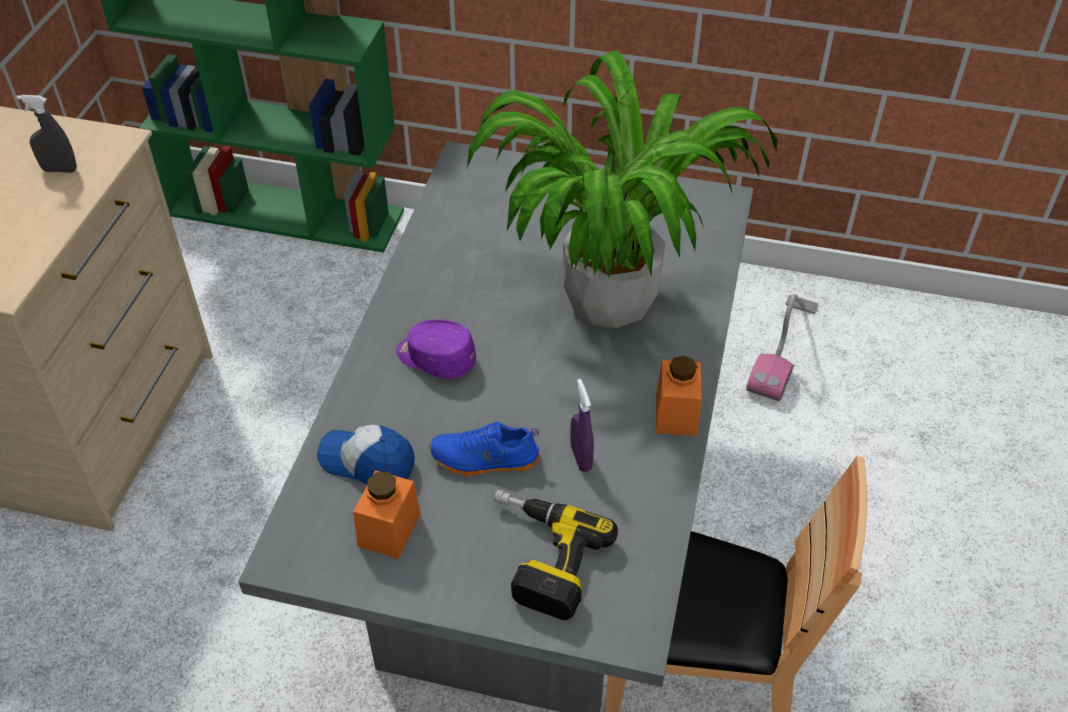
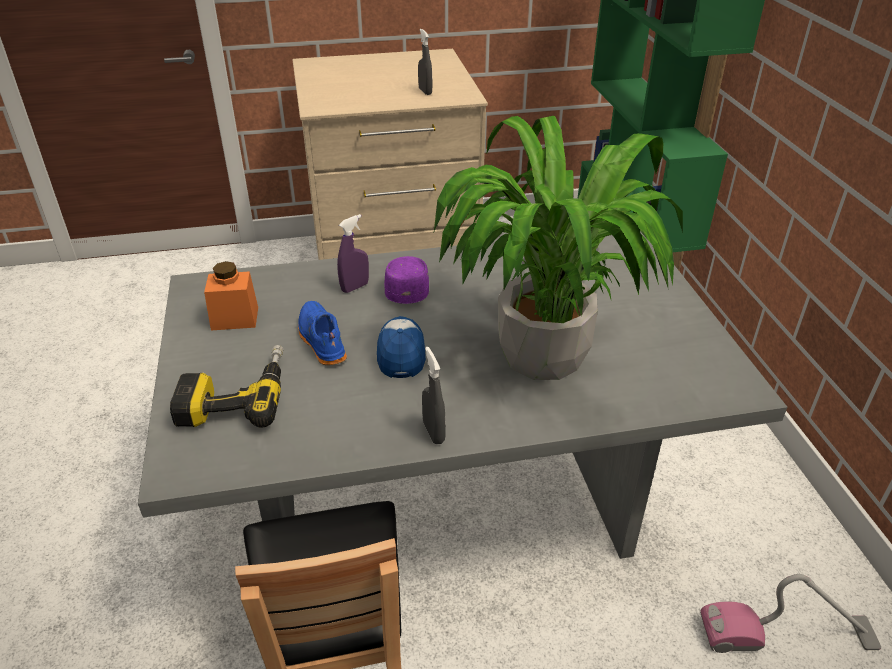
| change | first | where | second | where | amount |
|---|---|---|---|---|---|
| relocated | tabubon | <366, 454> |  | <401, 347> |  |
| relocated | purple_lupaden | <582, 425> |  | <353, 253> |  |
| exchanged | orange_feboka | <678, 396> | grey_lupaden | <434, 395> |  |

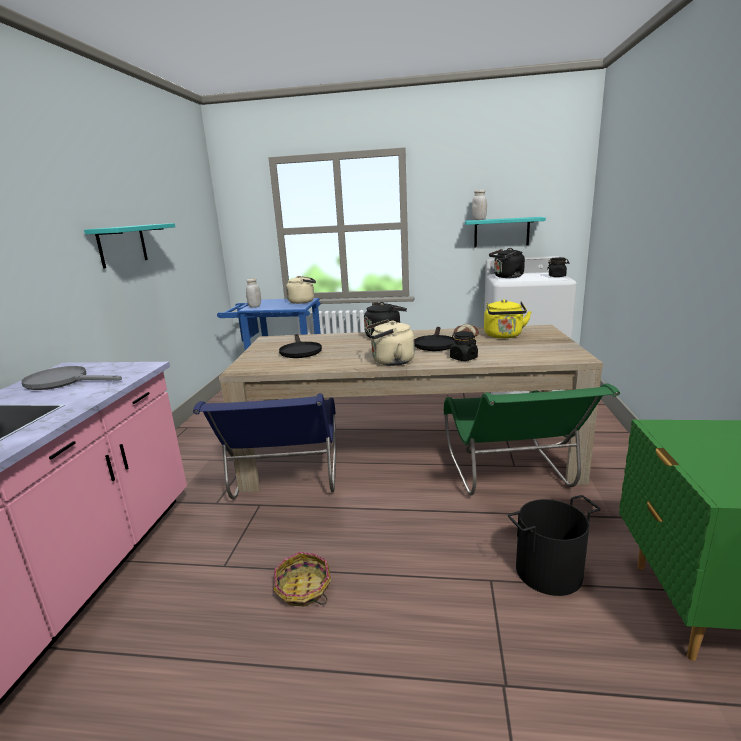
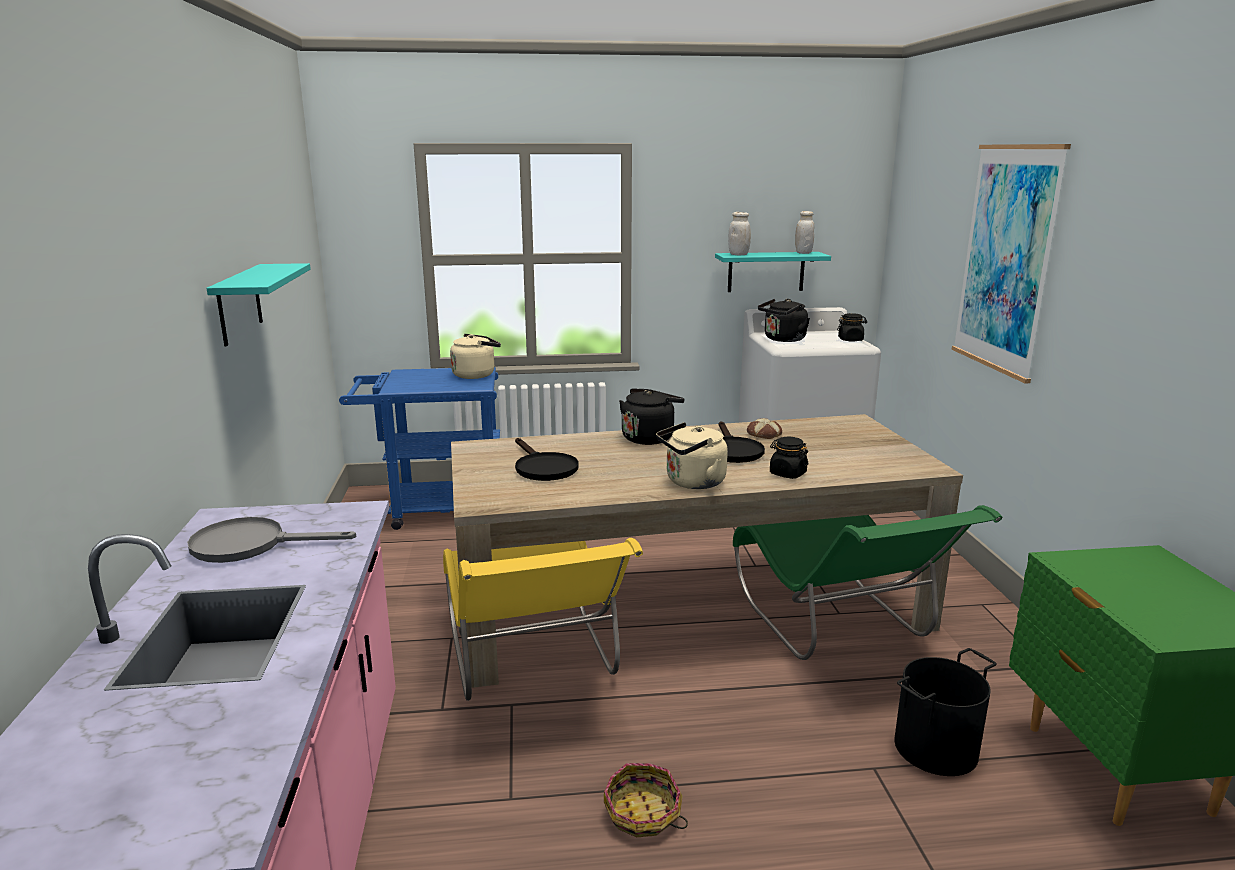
| change | first | where | second | where | amount |
|---|---|---|---|---|---|
| colour | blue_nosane | <264, 446> | yellow_nosane | <543, 619> |  |
| relocated | white_feboka | <253, 292> |  | <804, 232> |  |
| missing | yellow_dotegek | <508, 318> |  |  |  |
| appeared |  |  | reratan | <1011, 263> |  |

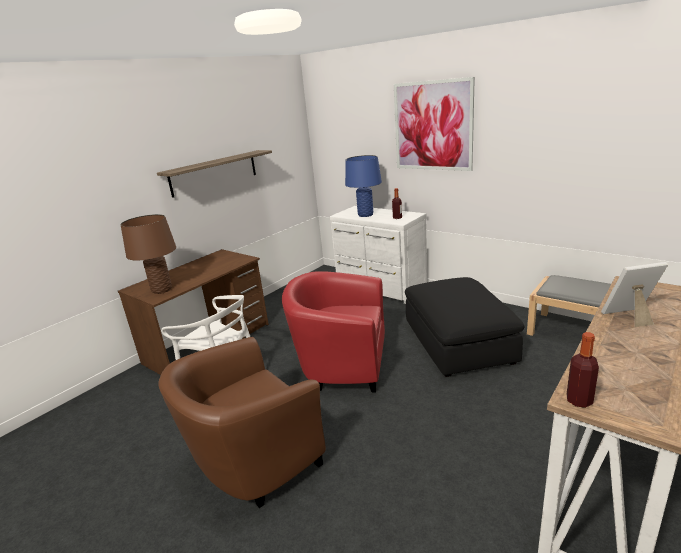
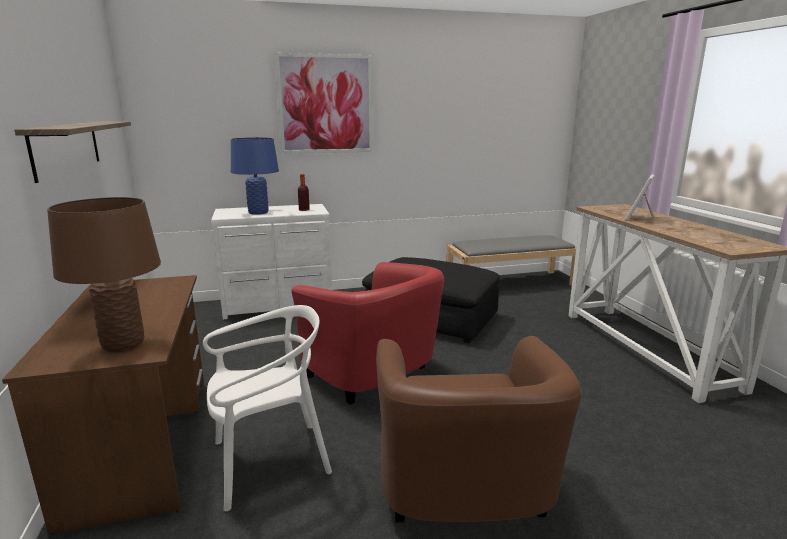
| change | first | where | second | where | amount |
|---|---|---|---|---|---|
| spun | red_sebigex | <333, 332> |  | <368, 333> | 90 degrees counterclockwise |
| missing | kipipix | <582, 370> |  |  |  |

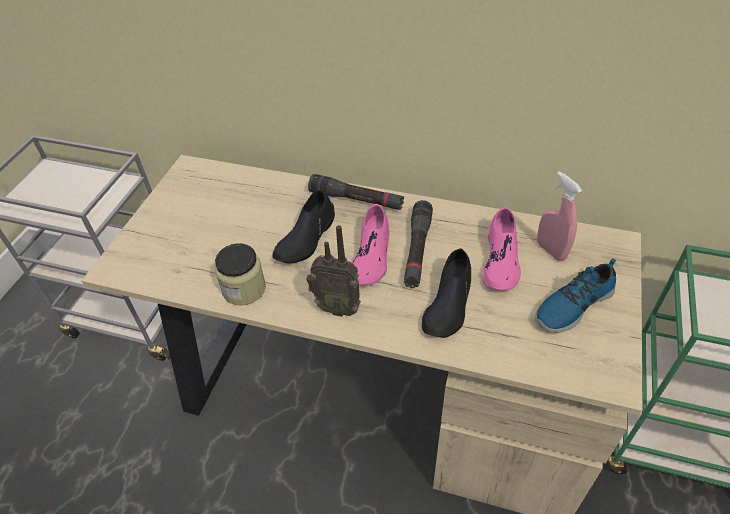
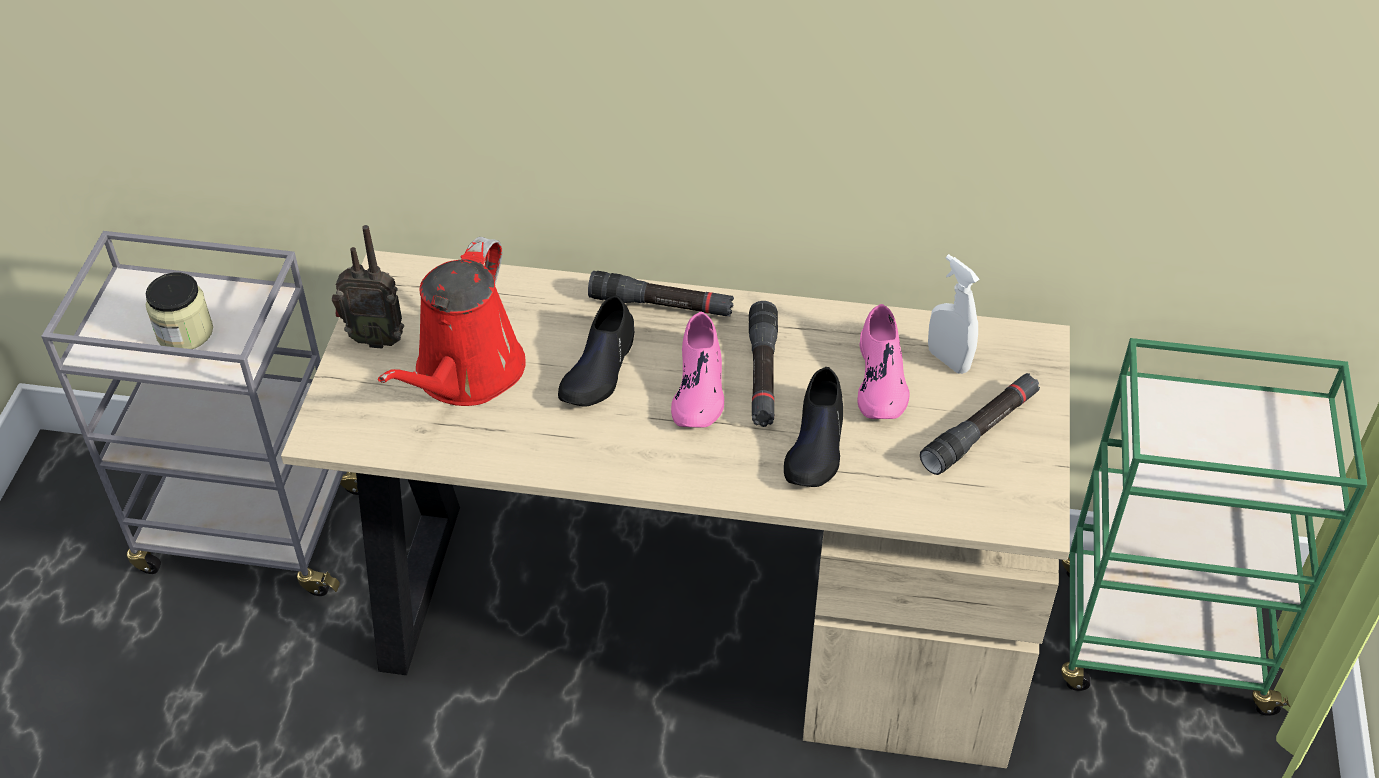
| change | first | where | second | where | amount |
|---|---|---|---|---|---|
| relocated | feboka | <240, 274> |  | <179, 311> |  |
| relocated | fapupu | <333, 271> |  | <368, 287> |  |
| exchanged | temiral | <575, 295> | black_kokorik | <980, 424> |  |
| colour | pink_lupaden | <559, 216> | white_lupaden | <953, 314> |  |
| appeared |  |  | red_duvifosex | <452, 321> |  |

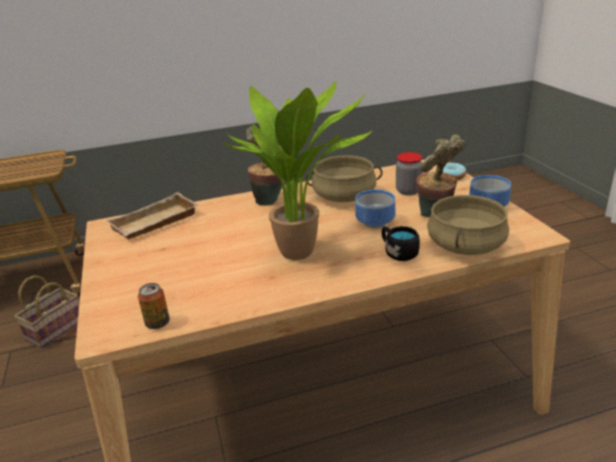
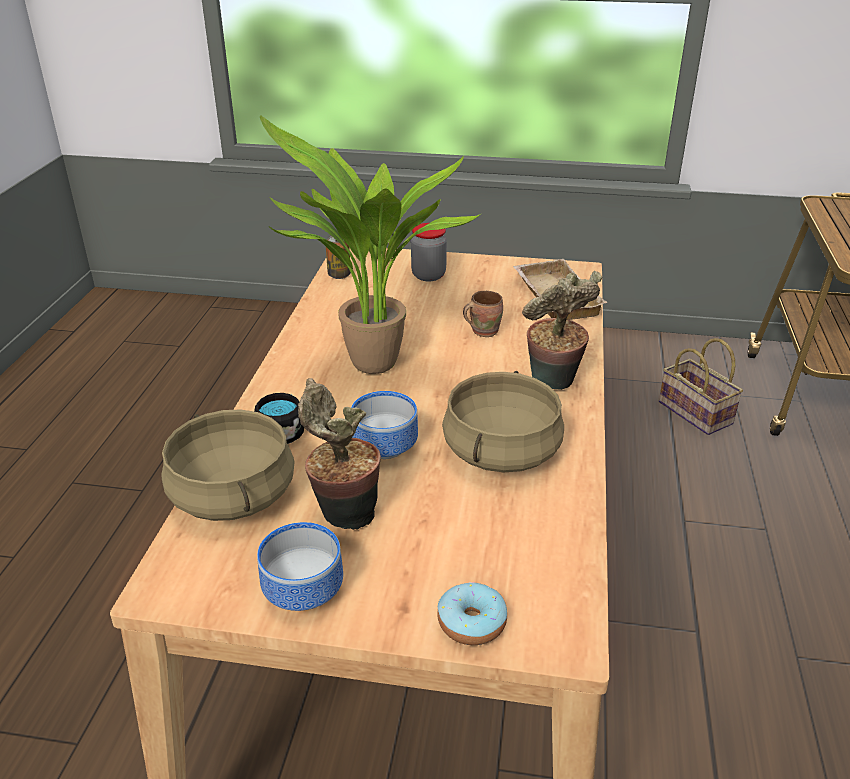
| change | first | where | second | where | amount |
|---|---|---|---|---|---|
| relocated | feboka | <409, 173> |  | <429, 252> |  |
| appeared |  |  | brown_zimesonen | <483, 314> |  |

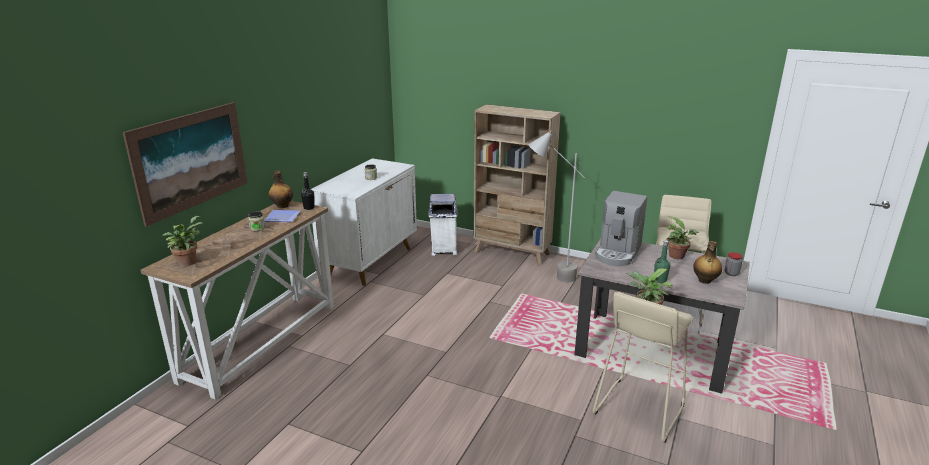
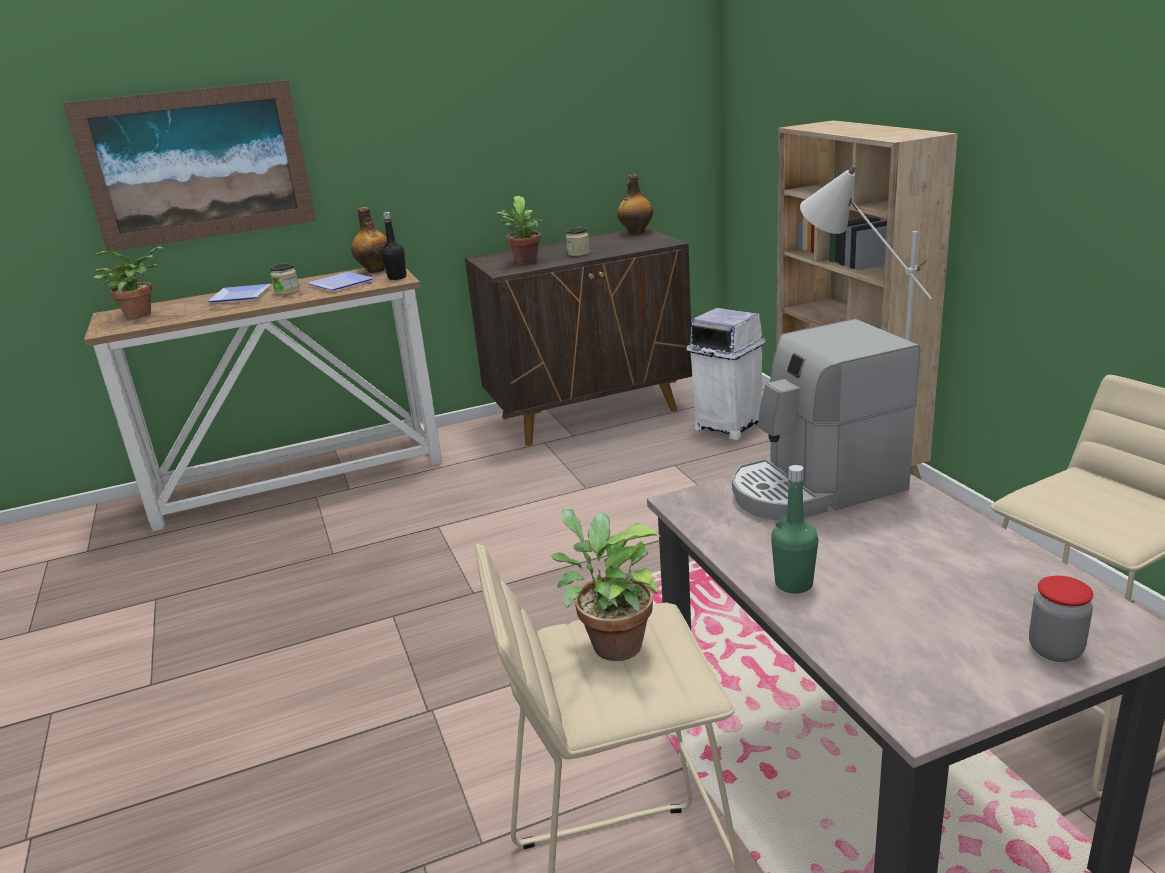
| change | first | where | second | where | amount |
|---|---|---|---|---|---|
| colour | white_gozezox | <364, 222> | brown_gozezox | <578, 336> |  |
| relocated | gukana | <682, 237> |  | <522, 230> |  |
| relocated | kipipix | <707, 262> |  | <635, 204> |  |
| appeared |  |  | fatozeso | <239, 293> |  |

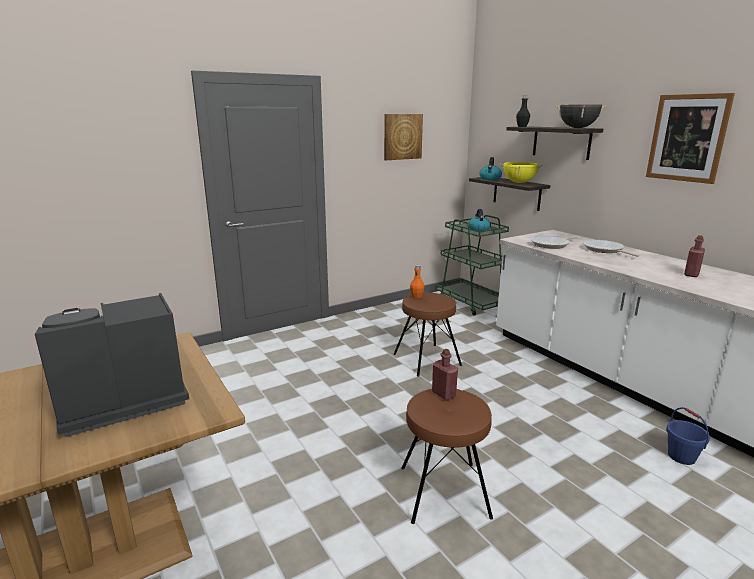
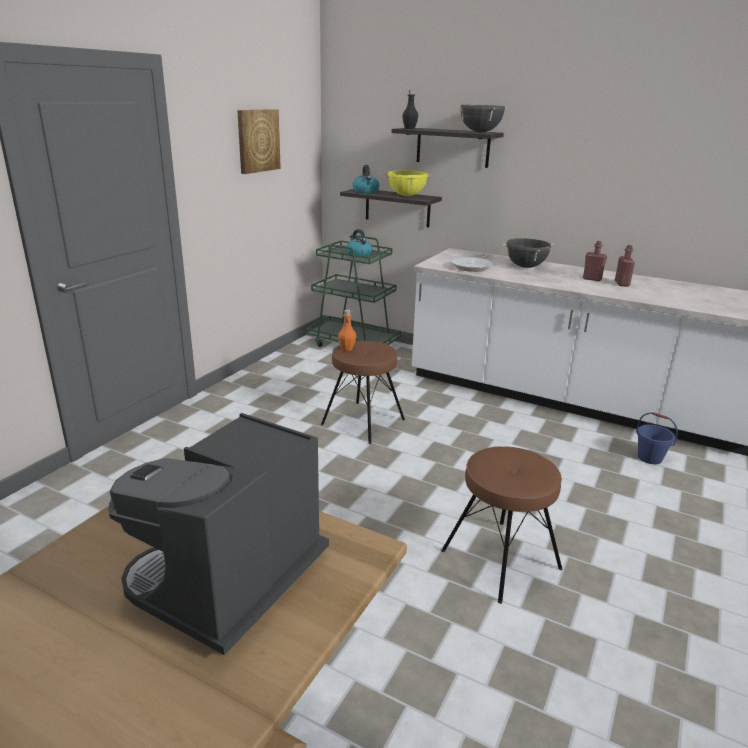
| change | first | where | second | where | amount |
|---|---|---|---|---|---|
| relocated | red_kipipix | <445, 375> |  | <595, 261> |  |
| exchanged | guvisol | <611, 248> | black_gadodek | <529, 253> |  |
| missing | reratan | <690, 138> |  |  |  |

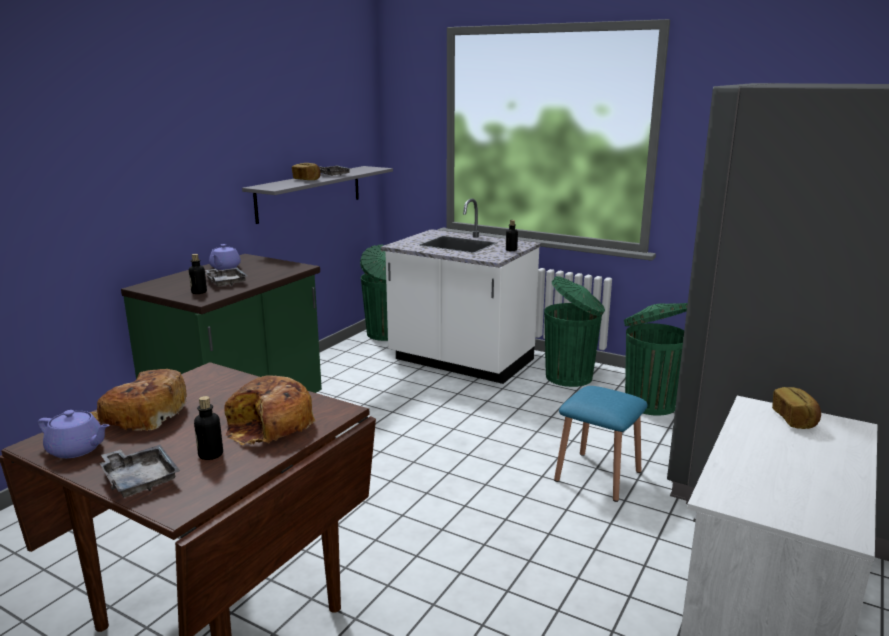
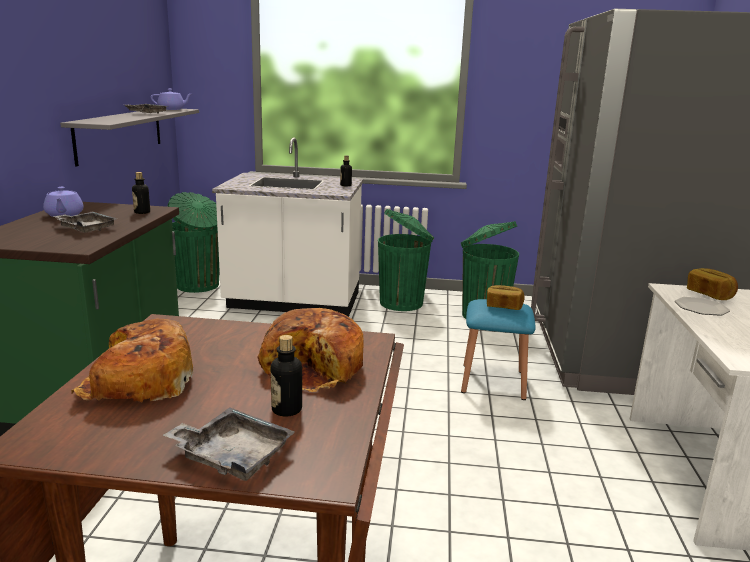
| change | first | where | second | where | amount |
|---|---|---|---|---|---|
| relocated | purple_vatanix | <74, 434> |  | <171, 99> |  |
| relocated | kipipix | <198, 274> |  | <141, 193> |  |
| relocated | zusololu | <306, 171> |  | <506, 297> |  |
| appeared |  |  | fatozeso | <702, 306> |  |

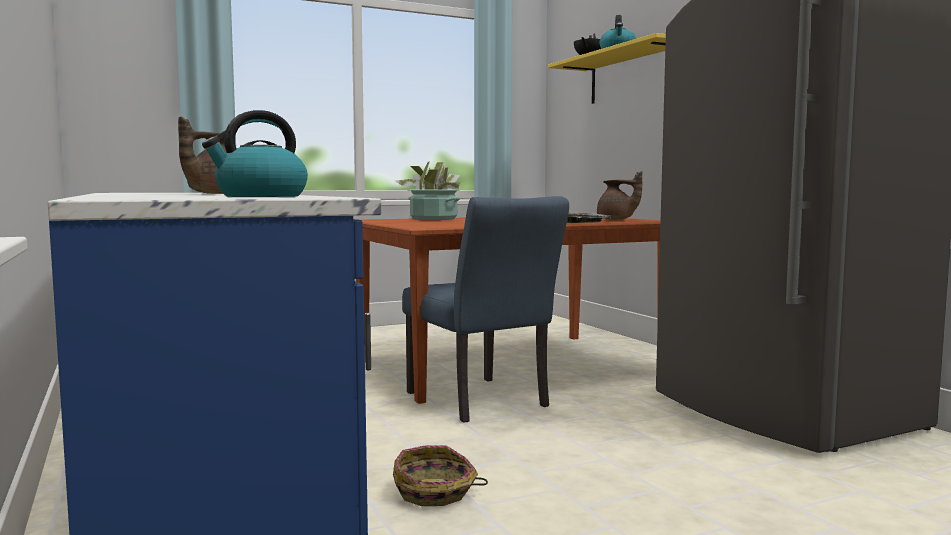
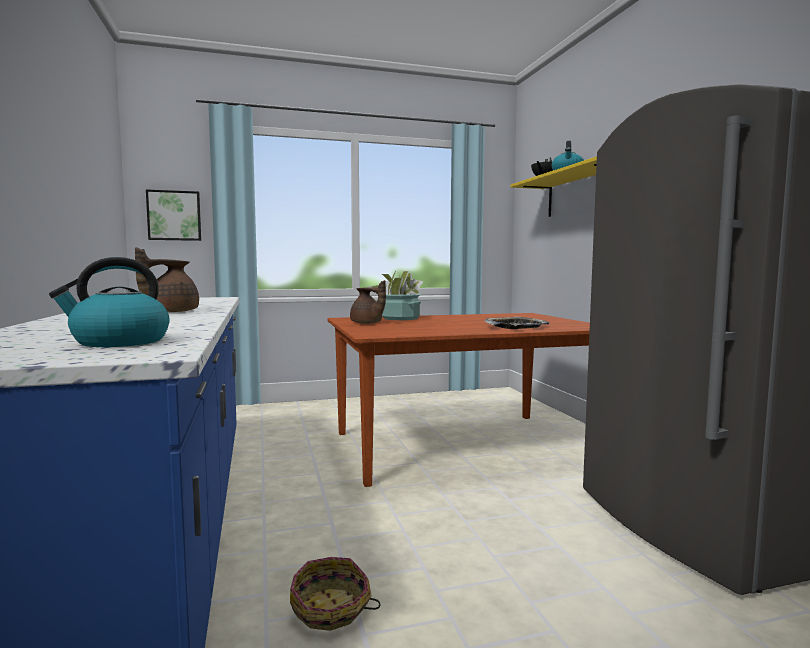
| change | first | where | second | where | amount |
|---|---|---|---|---|---|
| missing | blue_nosane | <485, 309> |  |  |  |
| relocated | brown_vatanix | <619, 195> |  | <368, 302> |  |
| appeared |  |  | reratan | <173, 215> |  |

